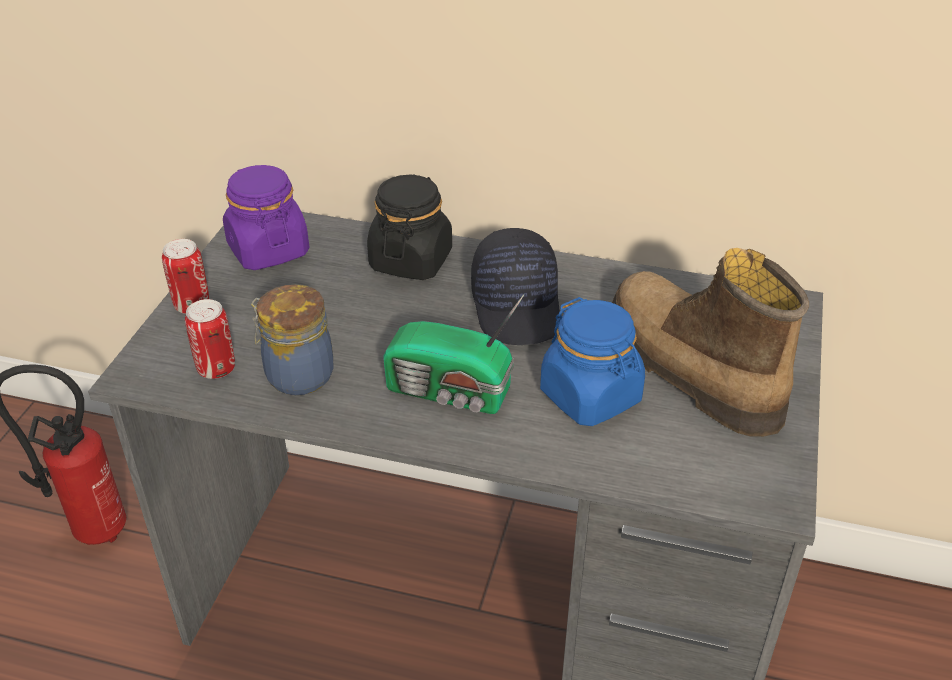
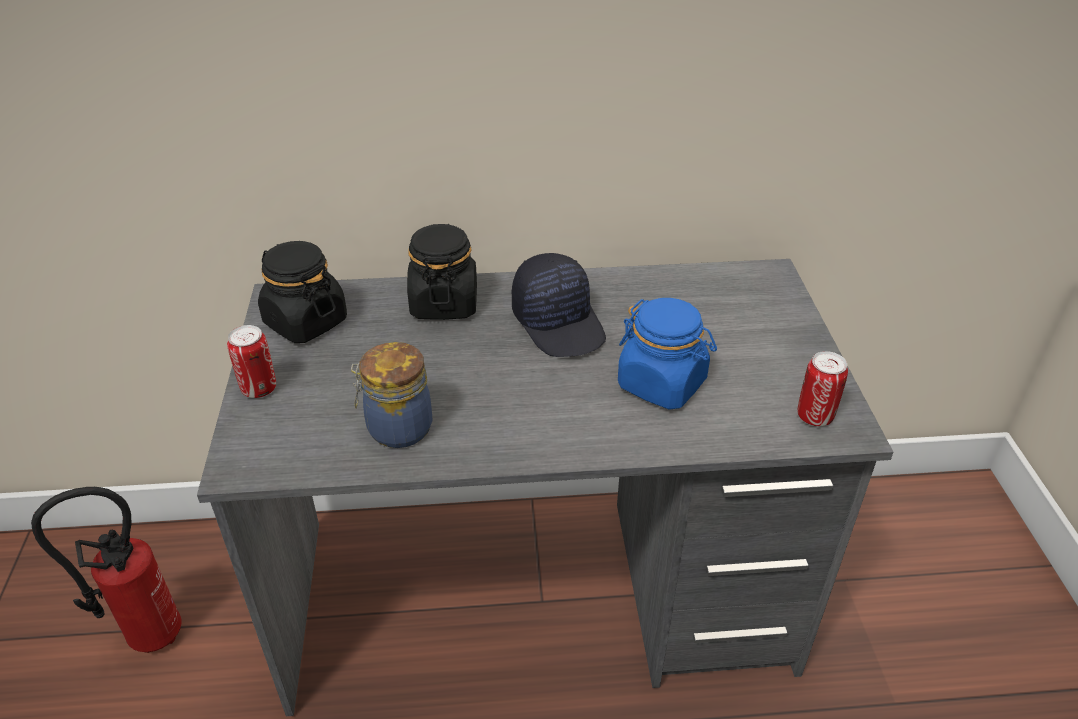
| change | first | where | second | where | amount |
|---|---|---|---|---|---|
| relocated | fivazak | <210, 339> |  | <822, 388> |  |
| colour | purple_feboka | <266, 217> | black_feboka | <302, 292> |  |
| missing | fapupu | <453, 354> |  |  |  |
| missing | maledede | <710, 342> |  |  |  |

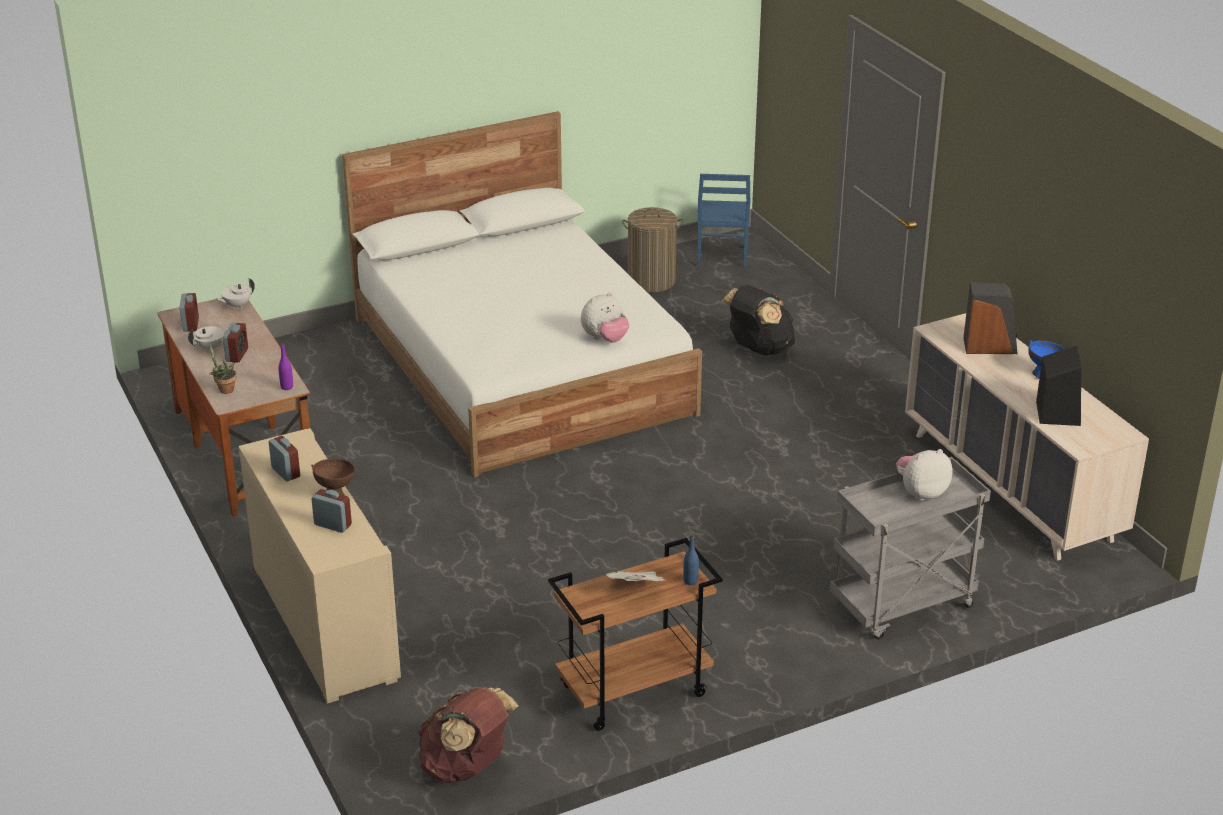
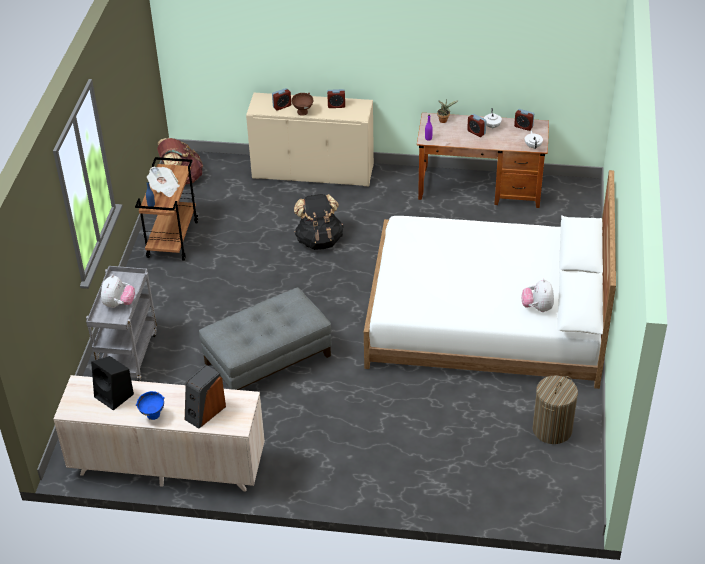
| change | first | where | second | where | amount |
|---|---|---|---|---|---|
| relocated | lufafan | <605, 317> |  | <537, 295> |  |
| missing | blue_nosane | <723, 221> |  |  |  |
| relocated | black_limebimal | <758, 320> |  | <319, 222> |  |
| appeared |  |  | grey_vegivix | <265, 339> |  |

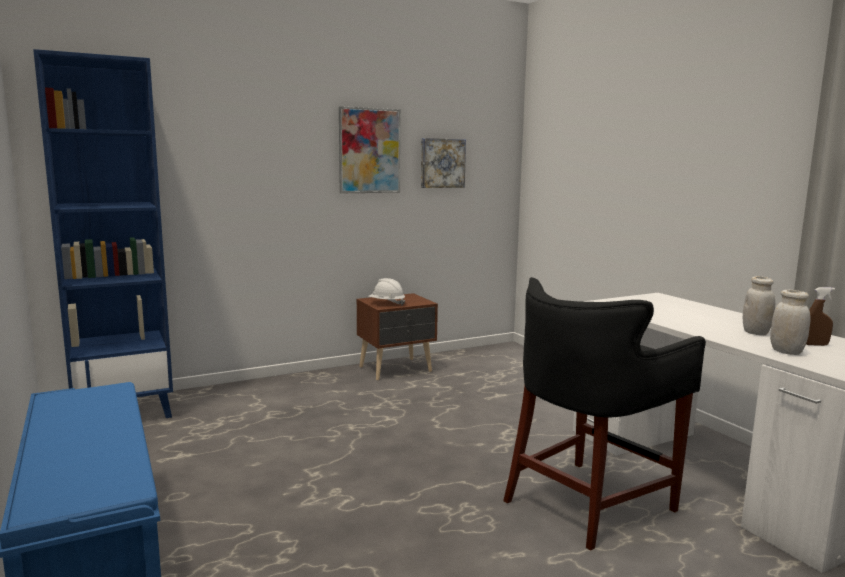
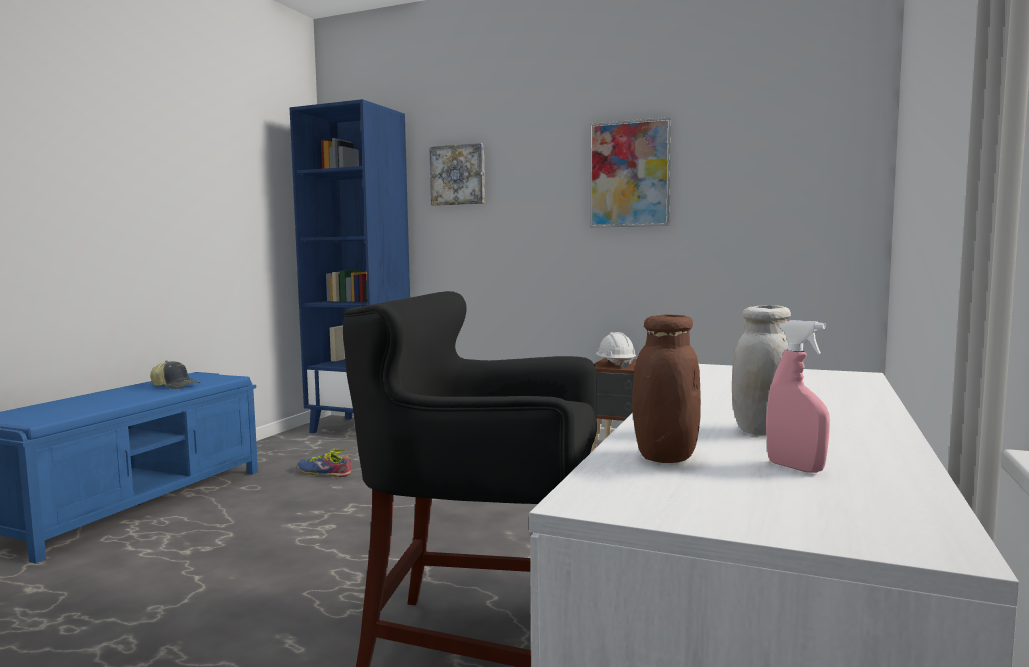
| change | first | where | second | where | amount |
|---|---|---|---|---|---|
| relocated | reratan | <443, 163> |  | <457, 174> |  |
| colour | white_feboka | <790, 322> | brown_feboka | <666, 388> |  |
| colour | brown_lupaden | <820, 316> | pink_lupaden | <798, 396> |  |
| appeared |  |  | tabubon | <175, 375> |  |
| appeared |  |  | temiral | <324, 463> |  |

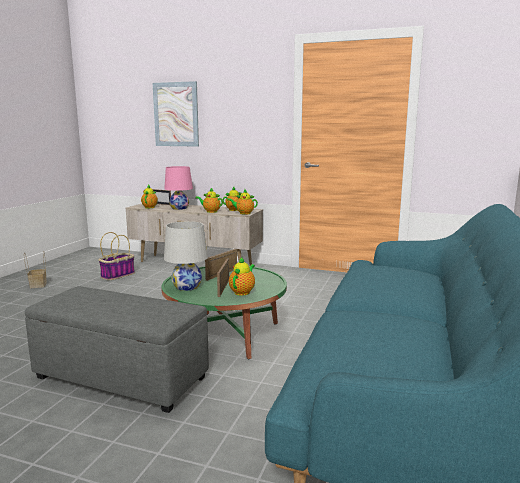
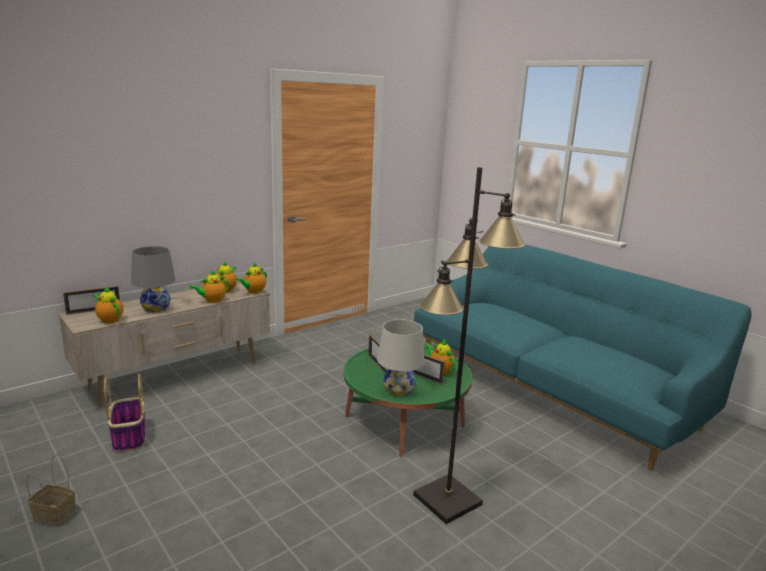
| change | first | where | second | where | amount |
|---|---|---|---|---|---|
| exchanged | grey_vegivix | <117, 349> | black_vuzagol | <469, 345> |  |
| missing | reratan | <176, 114> |  |  |  |
| colour | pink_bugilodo | <178, 188> | grey_bugilodo | <153, 279> |  |

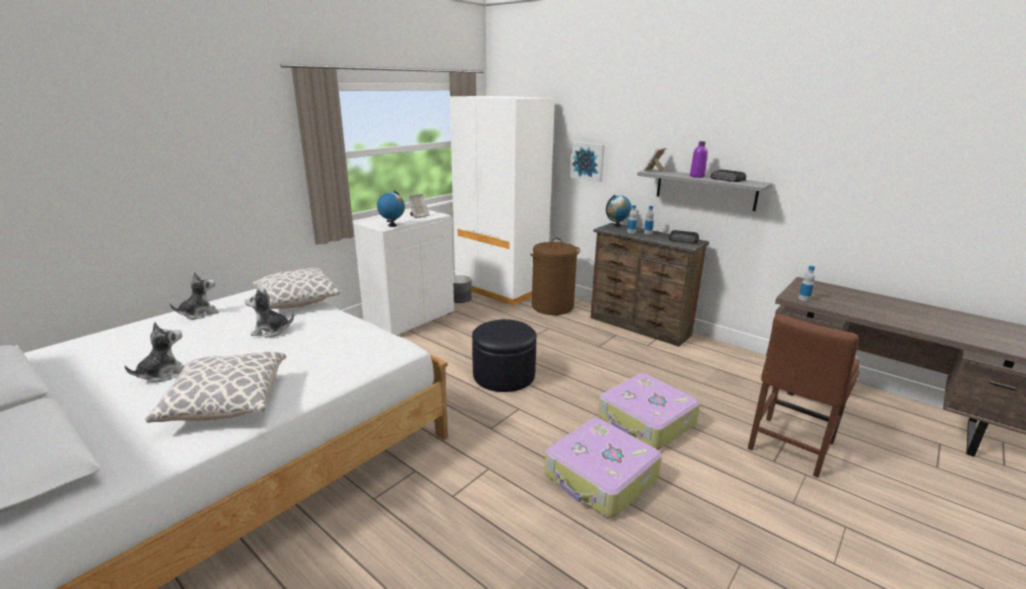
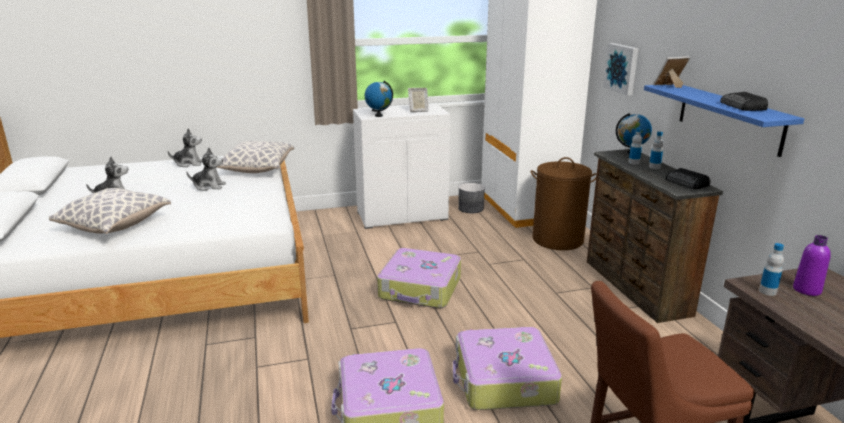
| change | first | where | second | where | amount |
|---|---|---|---|---|---|
| spun | lufafan | <269, 313> |  | <206, 169> | 150 degrees clockwise |
| exchanged | black_vegivix | <504, 355> | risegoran | <419, 278> |  |
| colour | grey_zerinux | <705, 190> | blue_zerinux | <724, 120> |  |
| relocated | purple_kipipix | <699, 159> |  | <812, 265> |  |

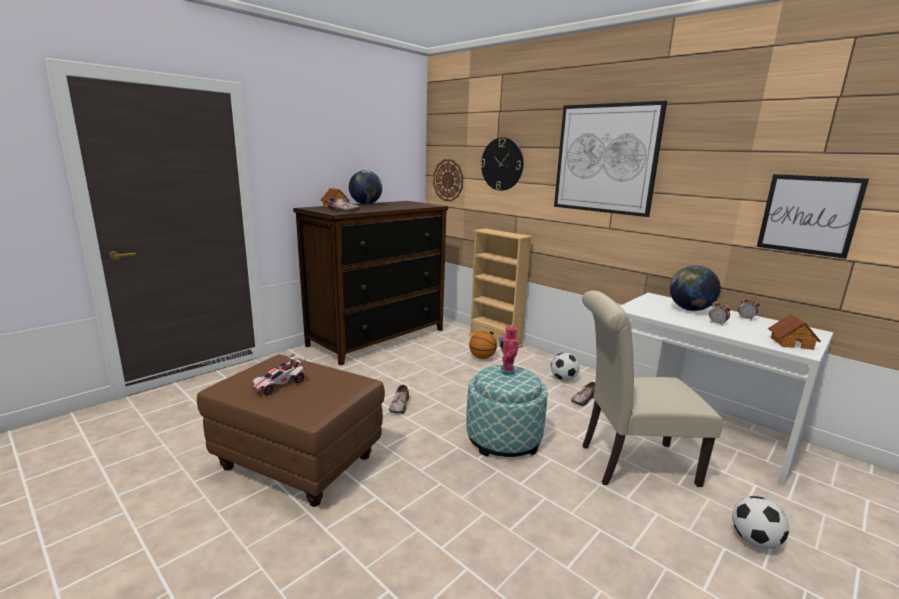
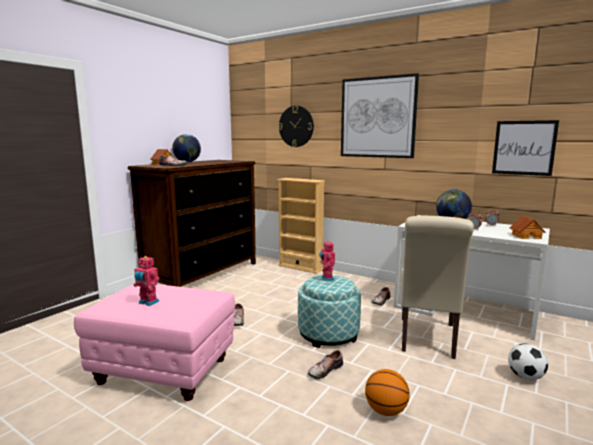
| change | first | where | second | where | amount |
|---|---|---|---|---|---|
| colour | brown_vegivix | <291, 430> | pink_vegivix | <154, 342> |  |
| exchanged | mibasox | <278, 374> | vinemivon | <146, 281> |  |
| missing | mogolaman | <448, 180> |  |  |  |
| relocated | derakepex | <483, 345> |  | <387, 392> |  |
| missing | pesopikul | <565, 367> |  |  |  |
| spun | beige_nosane | <652, 389> |  | <437, 287> | 60 degrees counterclockwise |
| appeared |  |  | temiral | <325, 364> |  |

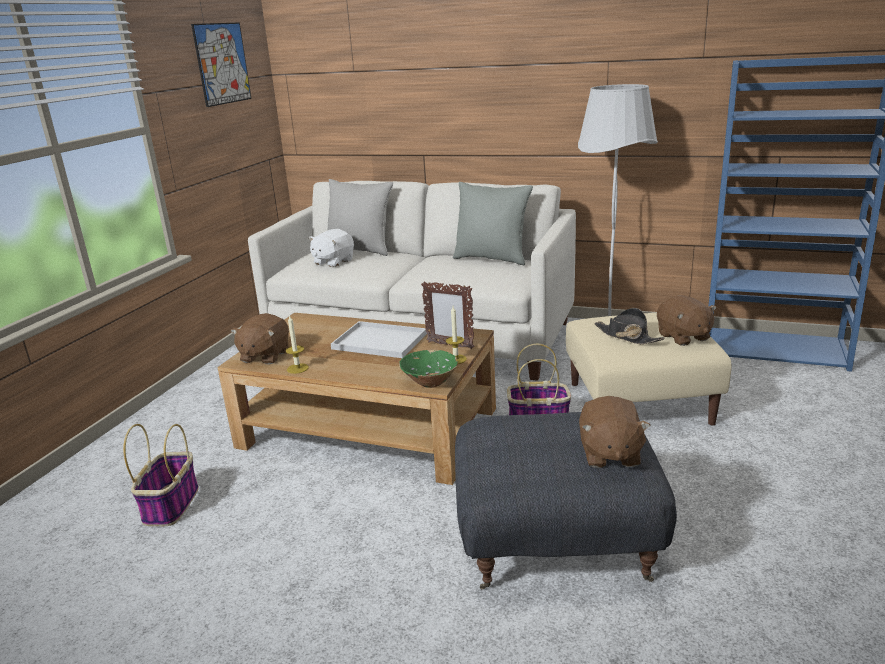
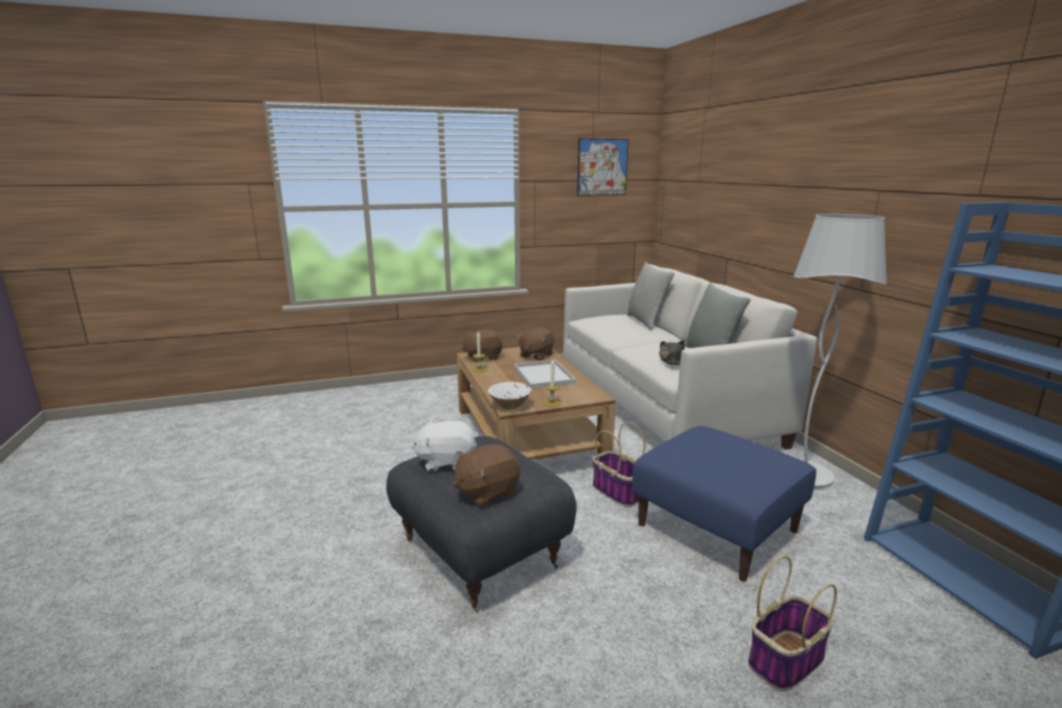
| change | first | where | second | where | amount |
|---|---|---|---|---|---|
| relocated | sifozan | <161, 475> |  | <792, 623> |  |
| relocated | white_lufafan | <331, 248> |  | <444, 446> |  |
| colour | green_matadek | <428, 369> | white_matadek | <510, 396> |  |
| missing | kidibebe | <448, 315> |  |  |  |
| colour | beige_vegivix | <649, 369> | blue_vegivix | <724, 504> |  |
| relocated | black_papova | <630, 326> |  | <672, 352> |  |
| relocated | brown_lufafan | <687, 320> |  | <535, 343> |  |

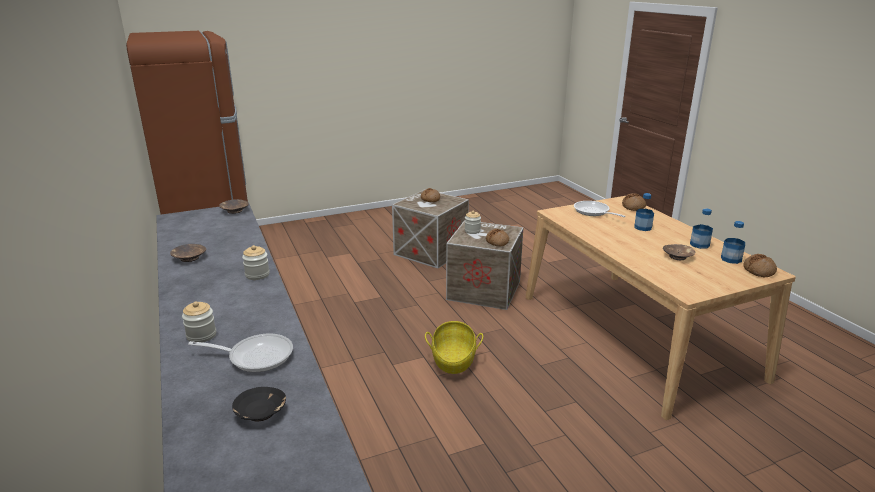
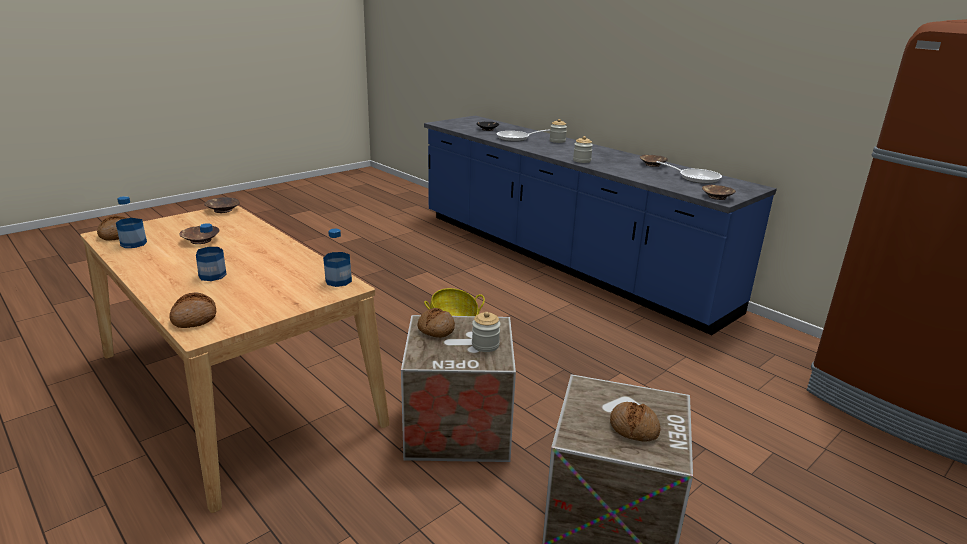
| change | first | where | second | where | amount |
|---|---|---|---|---|---|
| relocated | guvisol | <599, 209> |  | <689, 172> |  |
| relocated | kipipix | <701, 228> |  | <337, 258> |  |
| appeared |  |  | brown_matadek | <222, 205> |  |

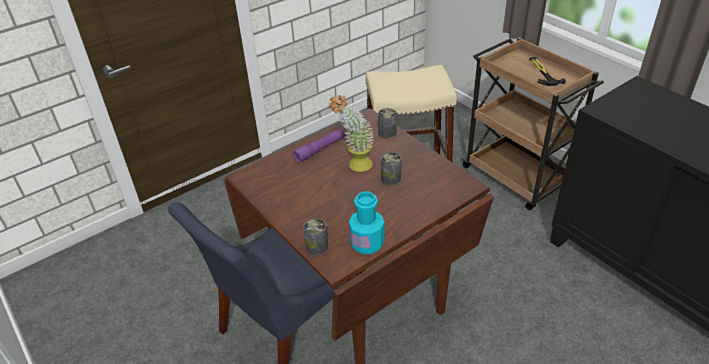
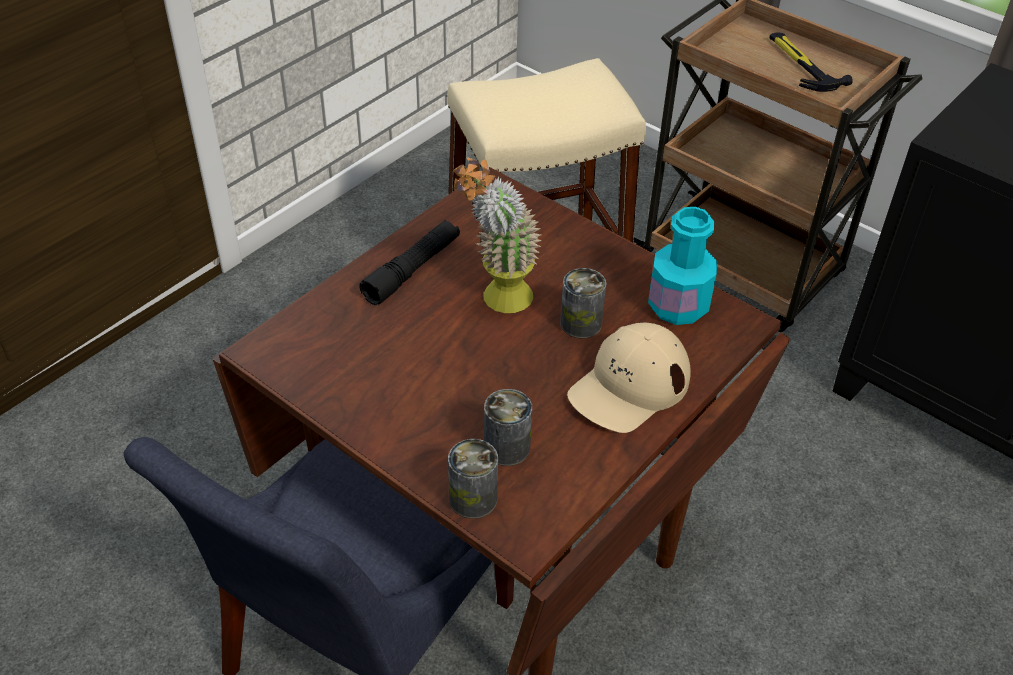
| change | first | where | second | where | amount |
|---|---|---|---|---|---|
| colour | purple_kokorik | <319, 145> | black_kokorik | <409, 262> |  |
| relocated | turquoise_kipipix | <367, 222> |  | <682, 266> |  |
| relocated | fivazak | <387, 123> |  | <508, 427> |  |
| appeared |  |  | beige_tabubon | <629, 377> |  |

